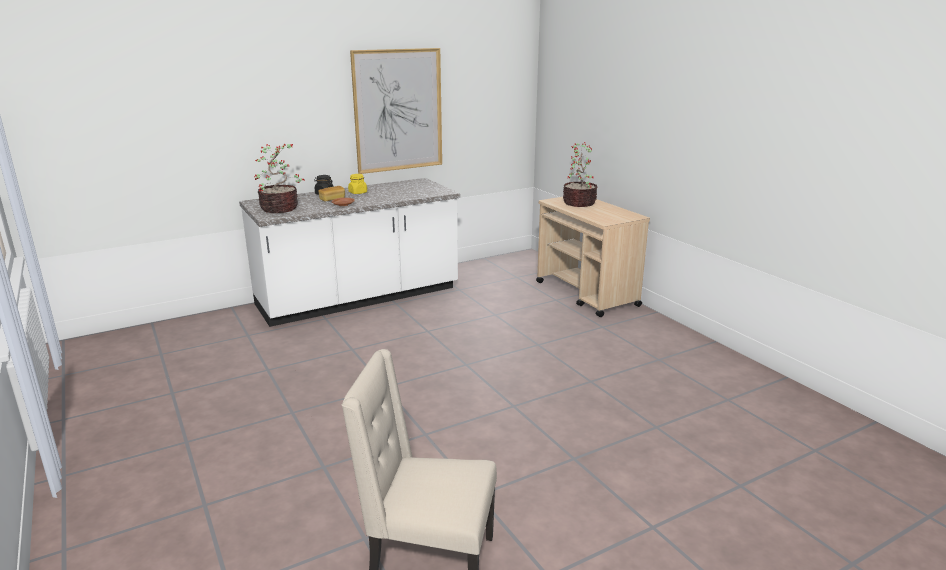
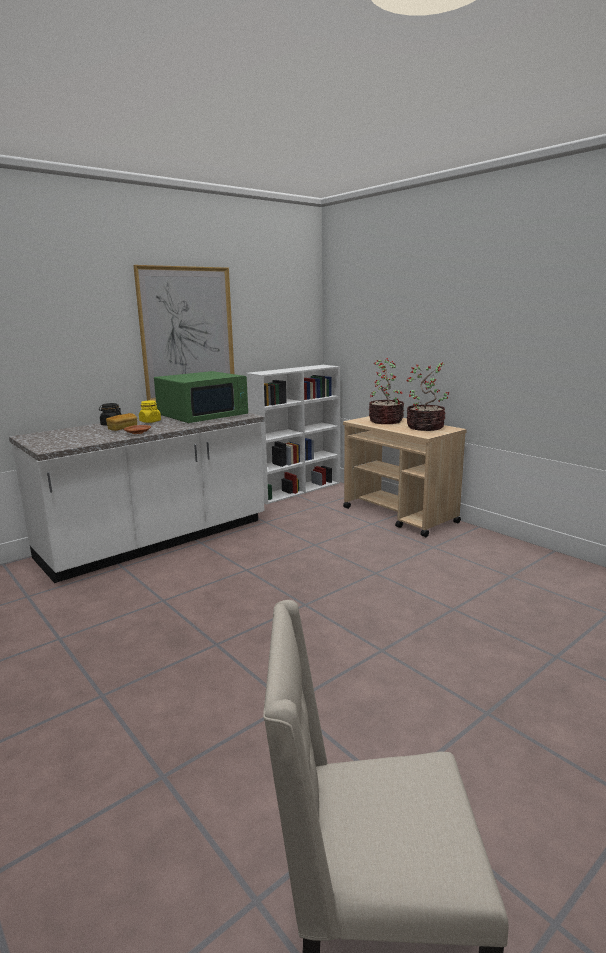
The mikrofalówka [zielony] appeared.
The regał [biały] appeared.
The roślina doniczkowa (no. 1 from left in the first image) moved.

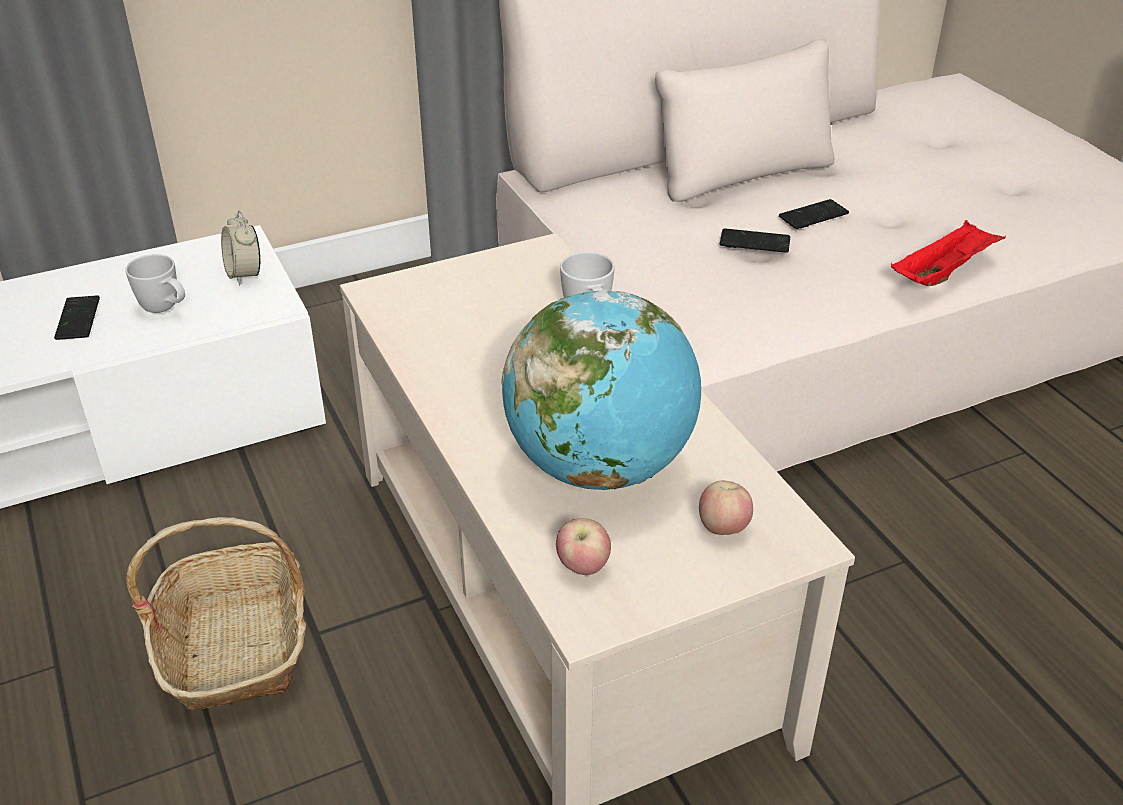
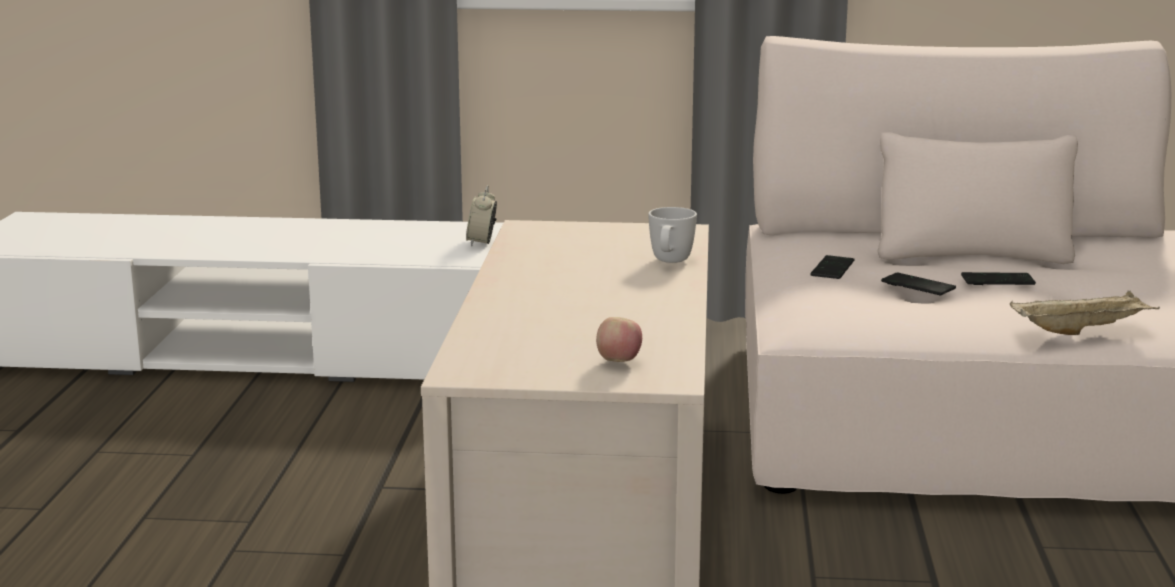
The kubek [biały] (no. 1 from left) disappeared.
The koszyk disappeared.
The globus disappeared.
The jabłko (no. 1 from left) disappeared.
The telefon (no. 1 from left) moved.
The taca [czerwony] became the taca [beżowy].

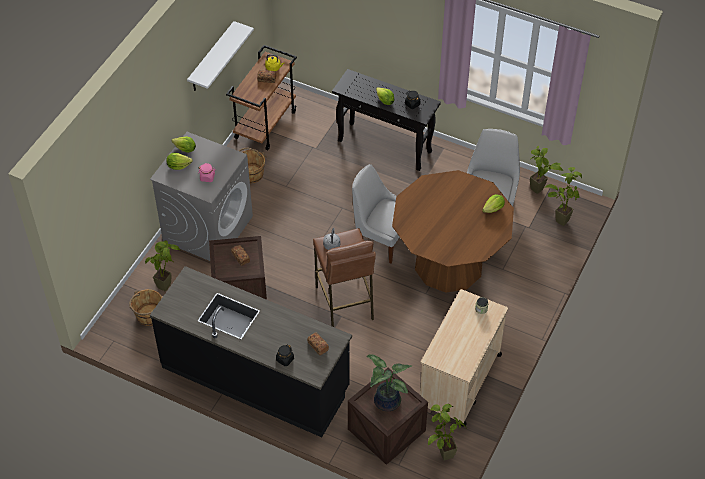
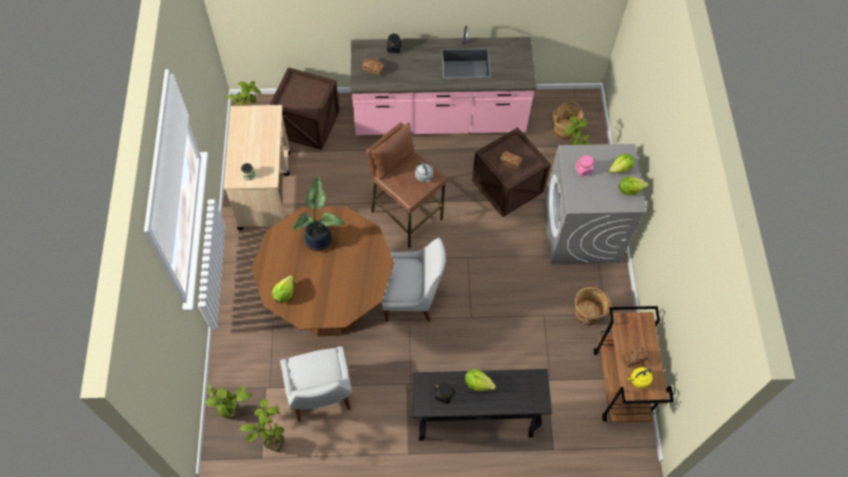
The półka [biały] disappeared.
The roślina doniczkowa (no. 2 from left in the first image) moved.
The zabudowa kuchenna [czarny] became the zabudowa kuchenna [różowy].

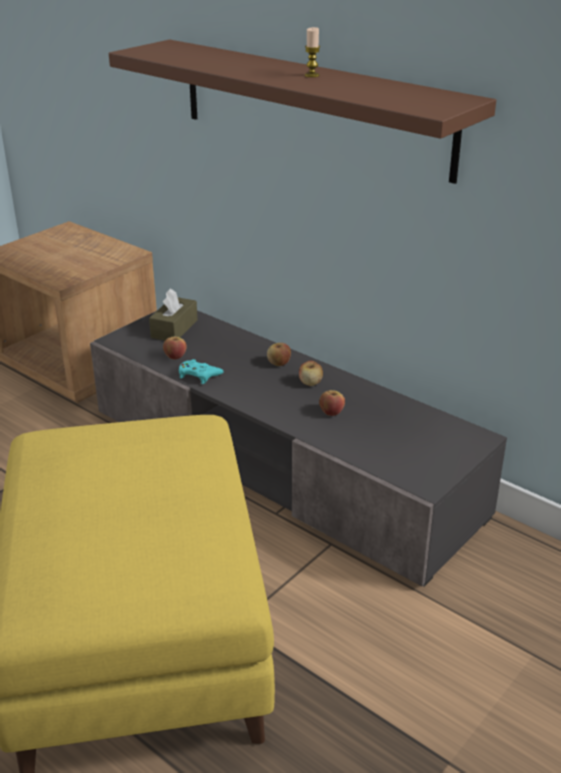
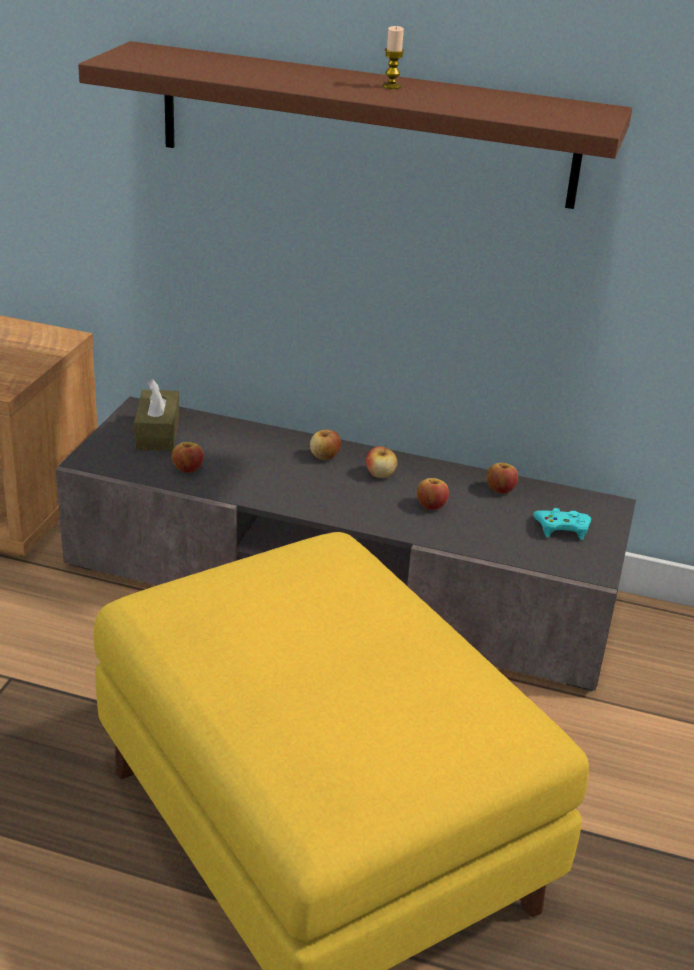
The jabłko (no. 5 from left) appeared.
The pad do gier [turkusowy] moved.

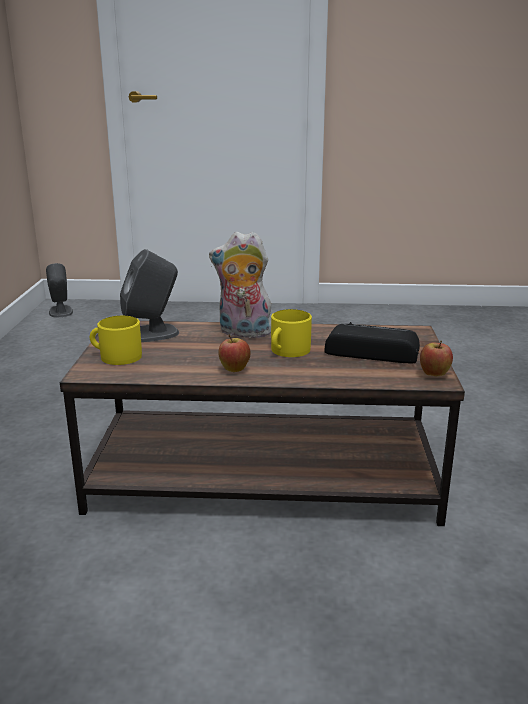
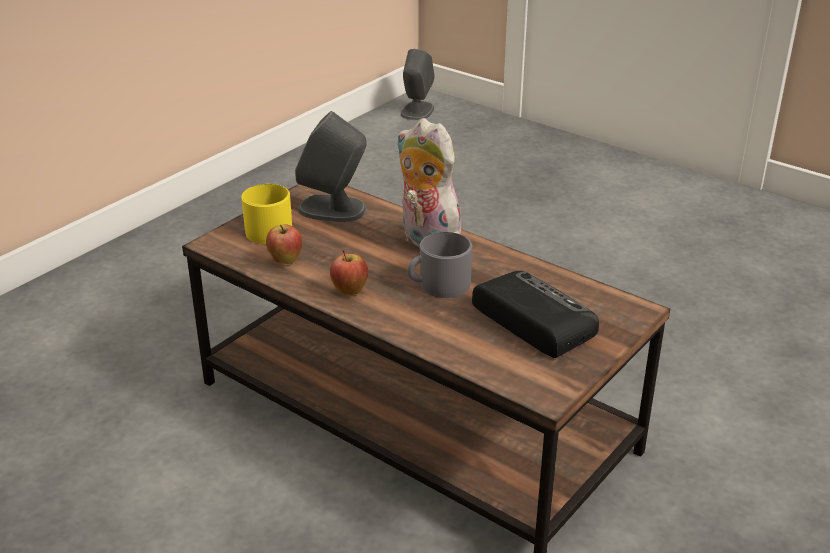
The jabłko (no. 2 from left in the first image) moved.
The kubek [żółty] (no. 2 from left) became the kubek [szary].

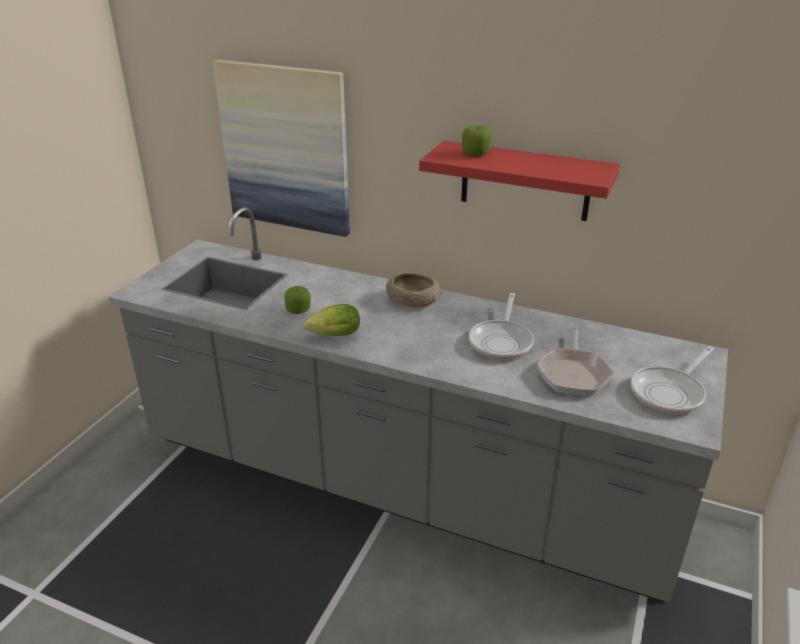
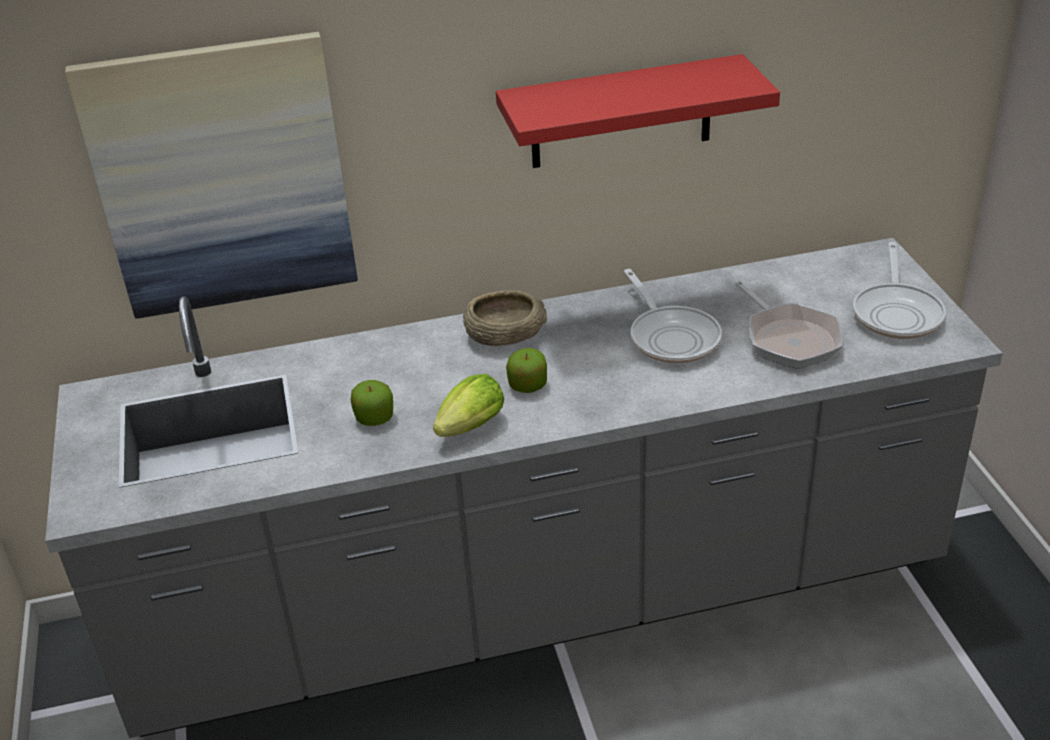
The jabłko (no. 2 from left) moved.

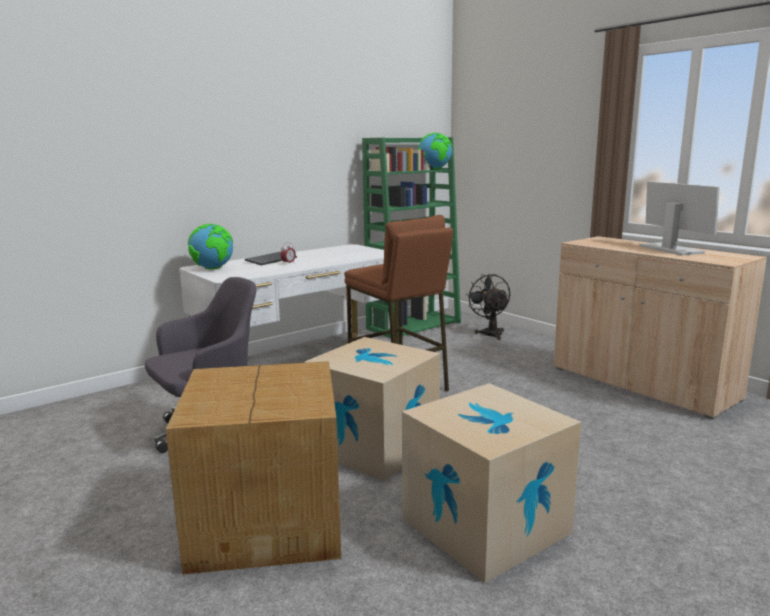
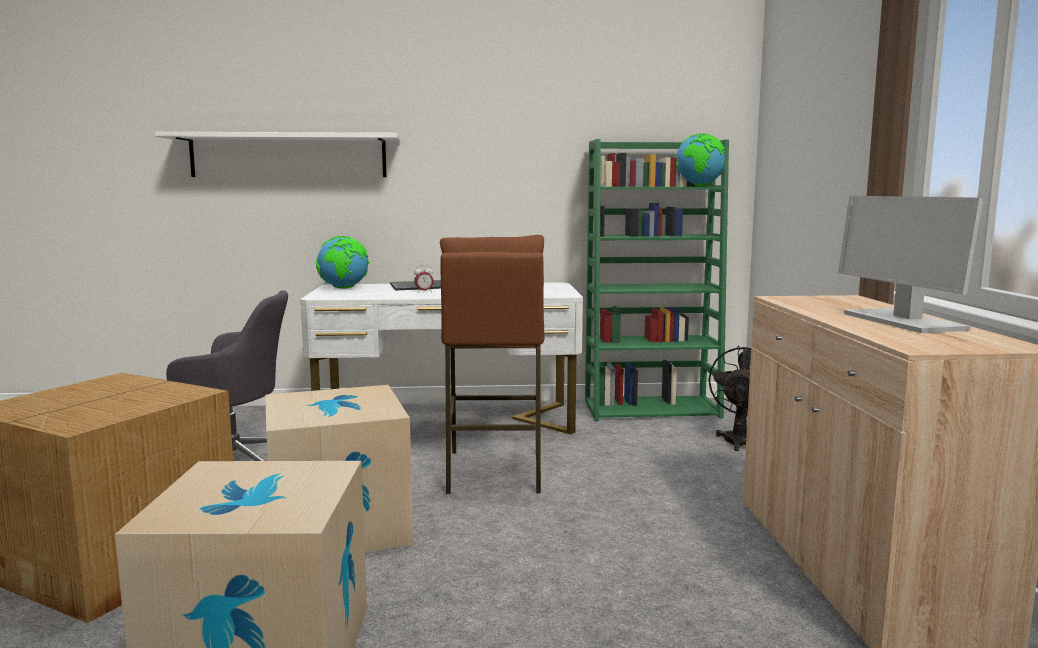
The półka [biały] appeared.
The monitor turned 150 degrees clockwise.

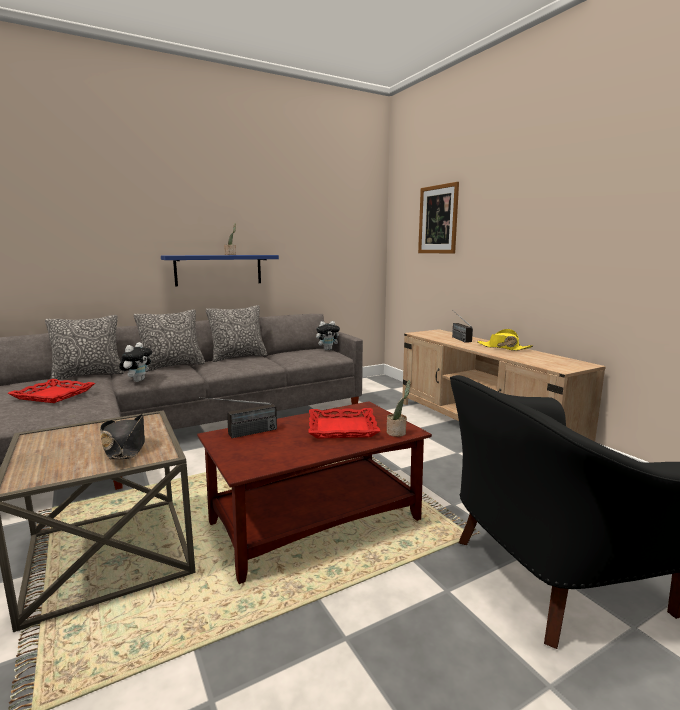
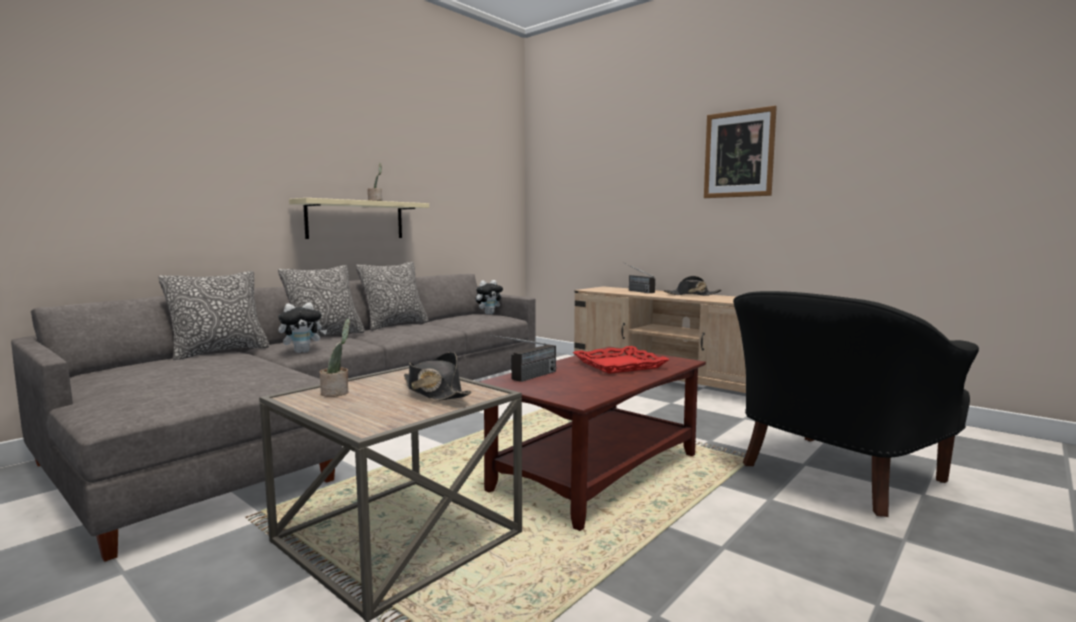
The taca [czerwony] (no. 1 from left) disappeared.
The roślina doniczkowa (no. 2 from left in the first image) moved.
The obraz moved.
The półka [niebieski] became the półka [beżowy].
The kapelusz [żółty] became the kapelusz [czarny] (no. 2 from left).
The pluszak (no. 1 from left) turned 60 degrees clockwise.

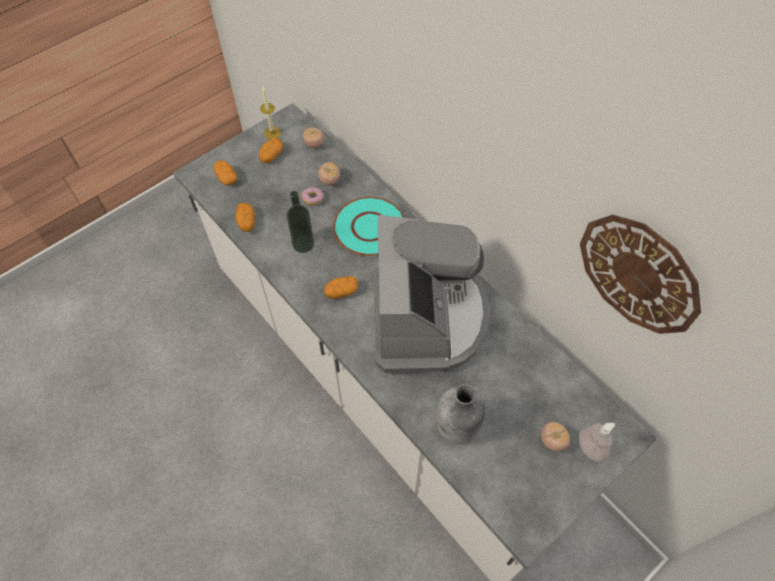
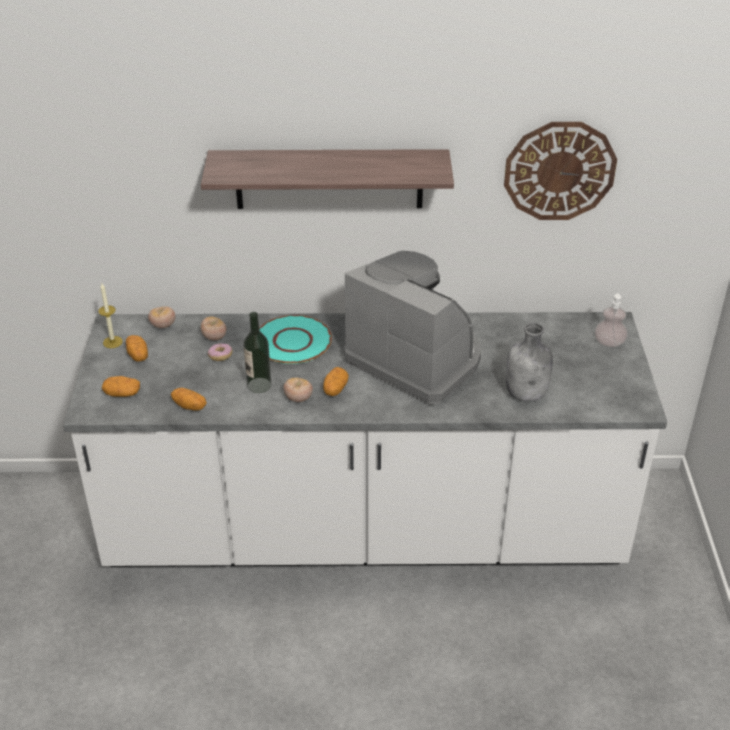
The półka appeared.
The pomidor (no. 3 from left) moved.

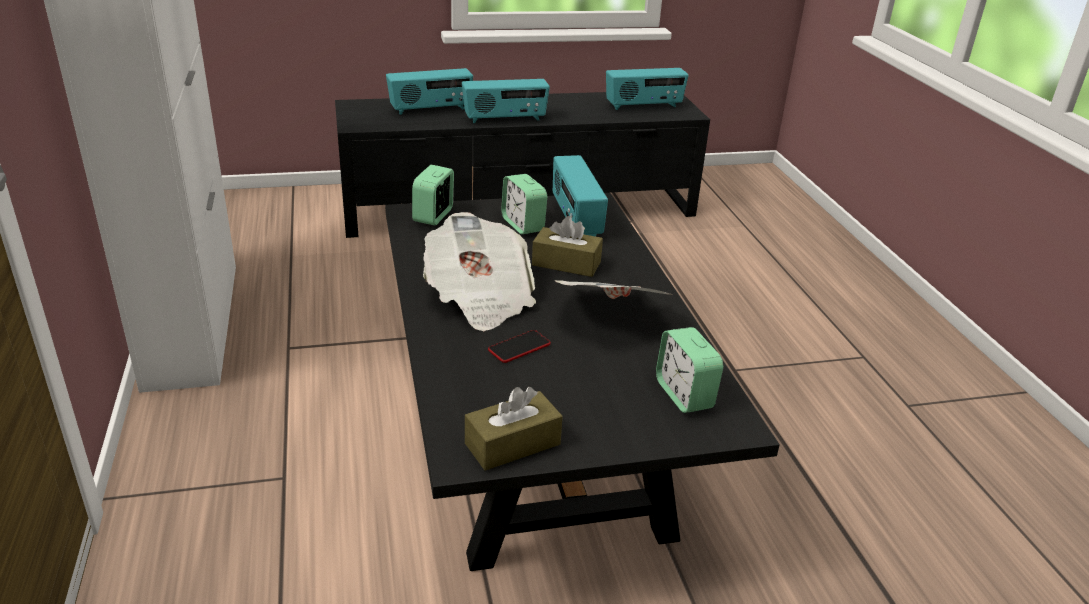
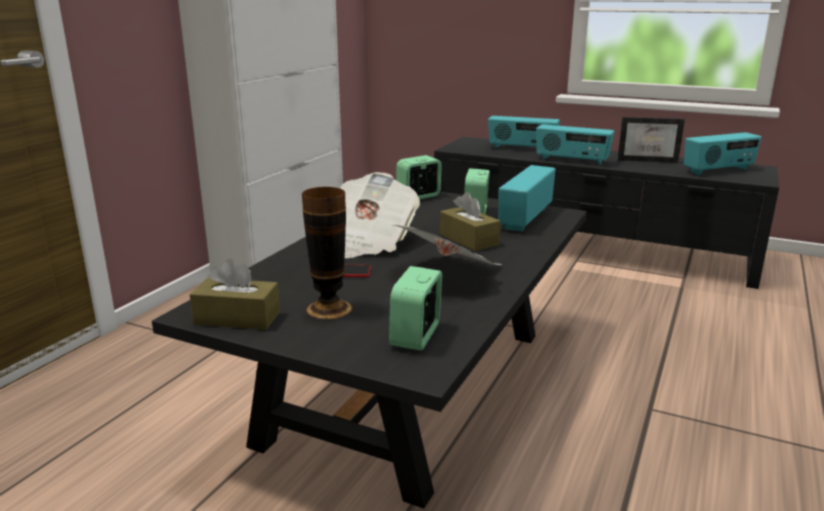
The wazon appeared.
The ramka na zdjęcie appeared.
The radio (no. 4 from left) turned 45 degrees counterclockwise.

